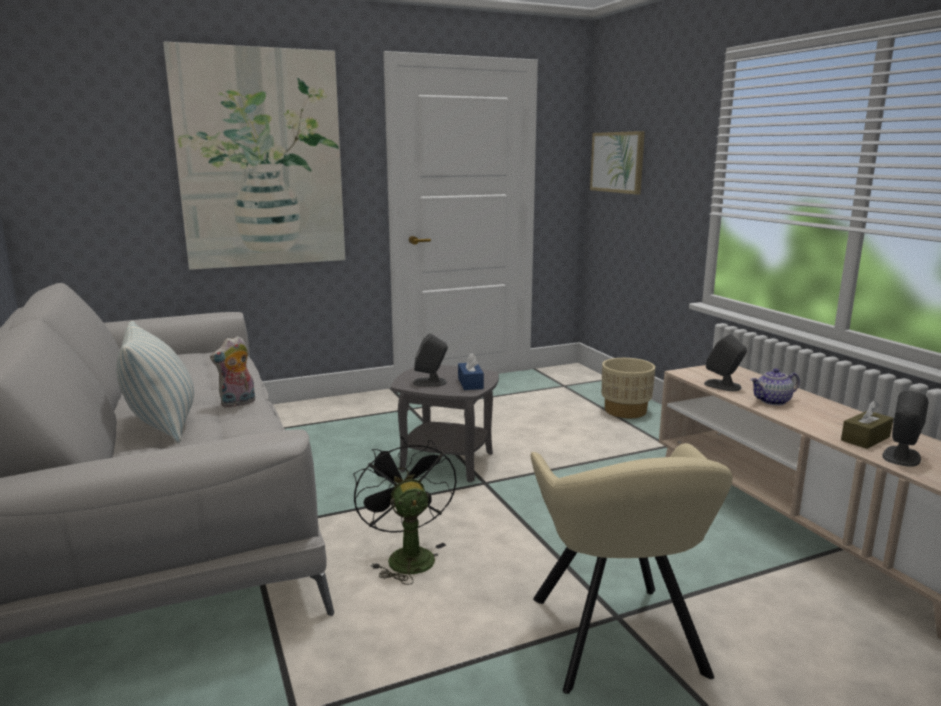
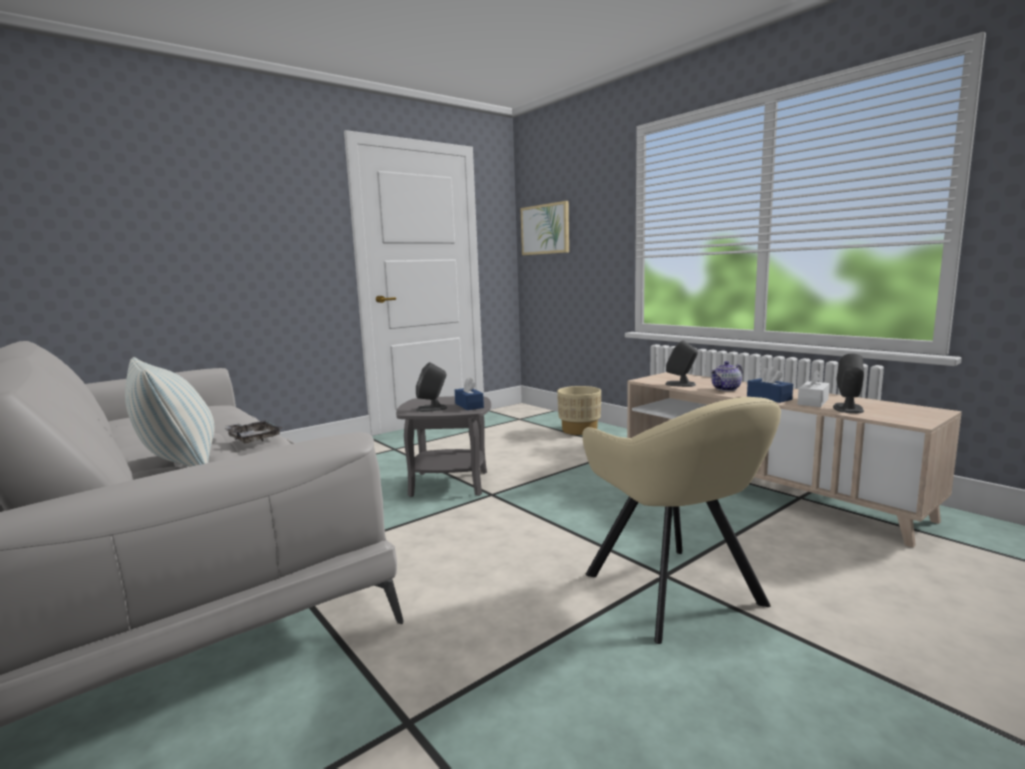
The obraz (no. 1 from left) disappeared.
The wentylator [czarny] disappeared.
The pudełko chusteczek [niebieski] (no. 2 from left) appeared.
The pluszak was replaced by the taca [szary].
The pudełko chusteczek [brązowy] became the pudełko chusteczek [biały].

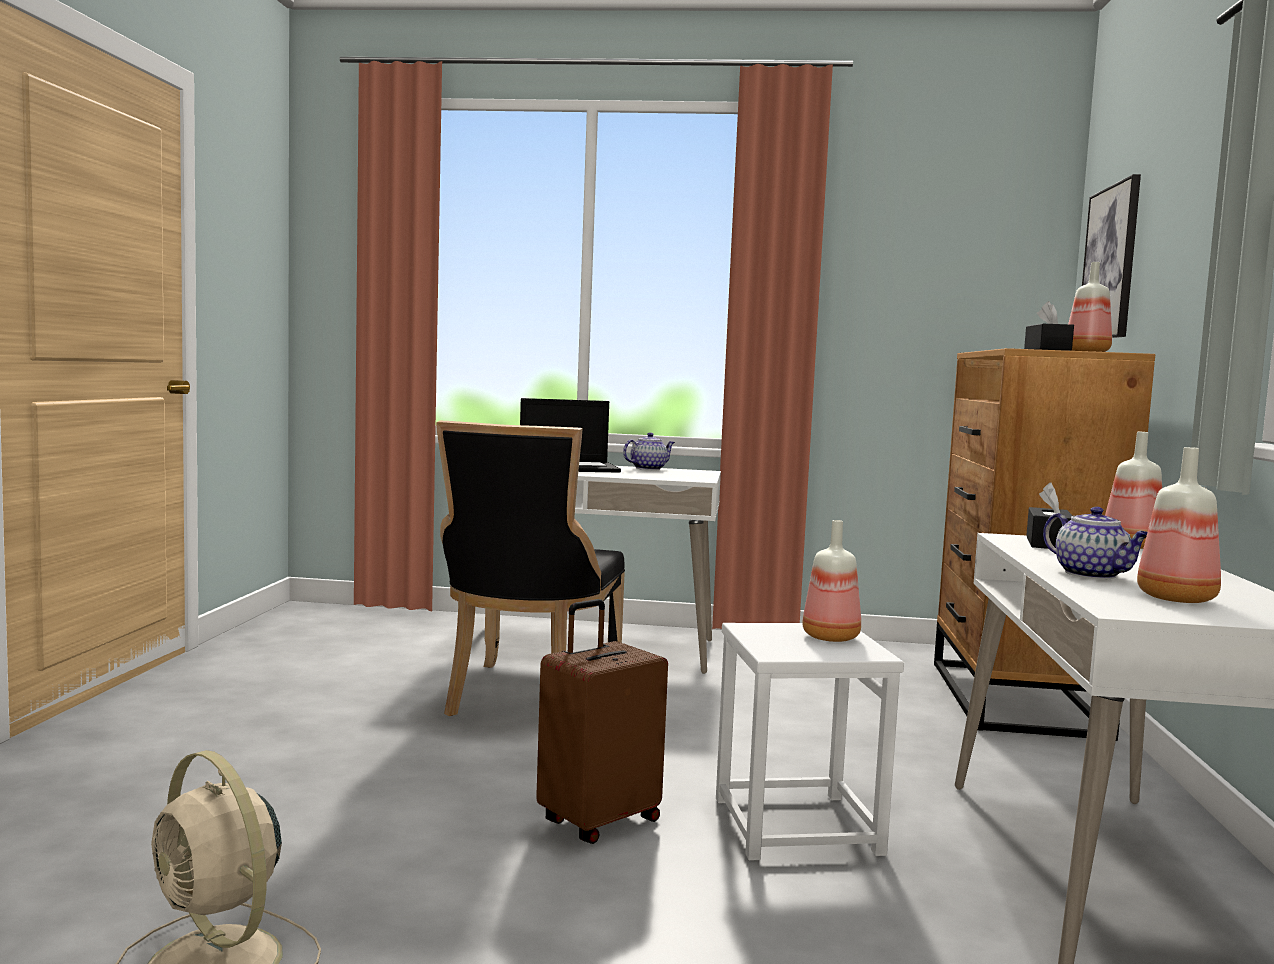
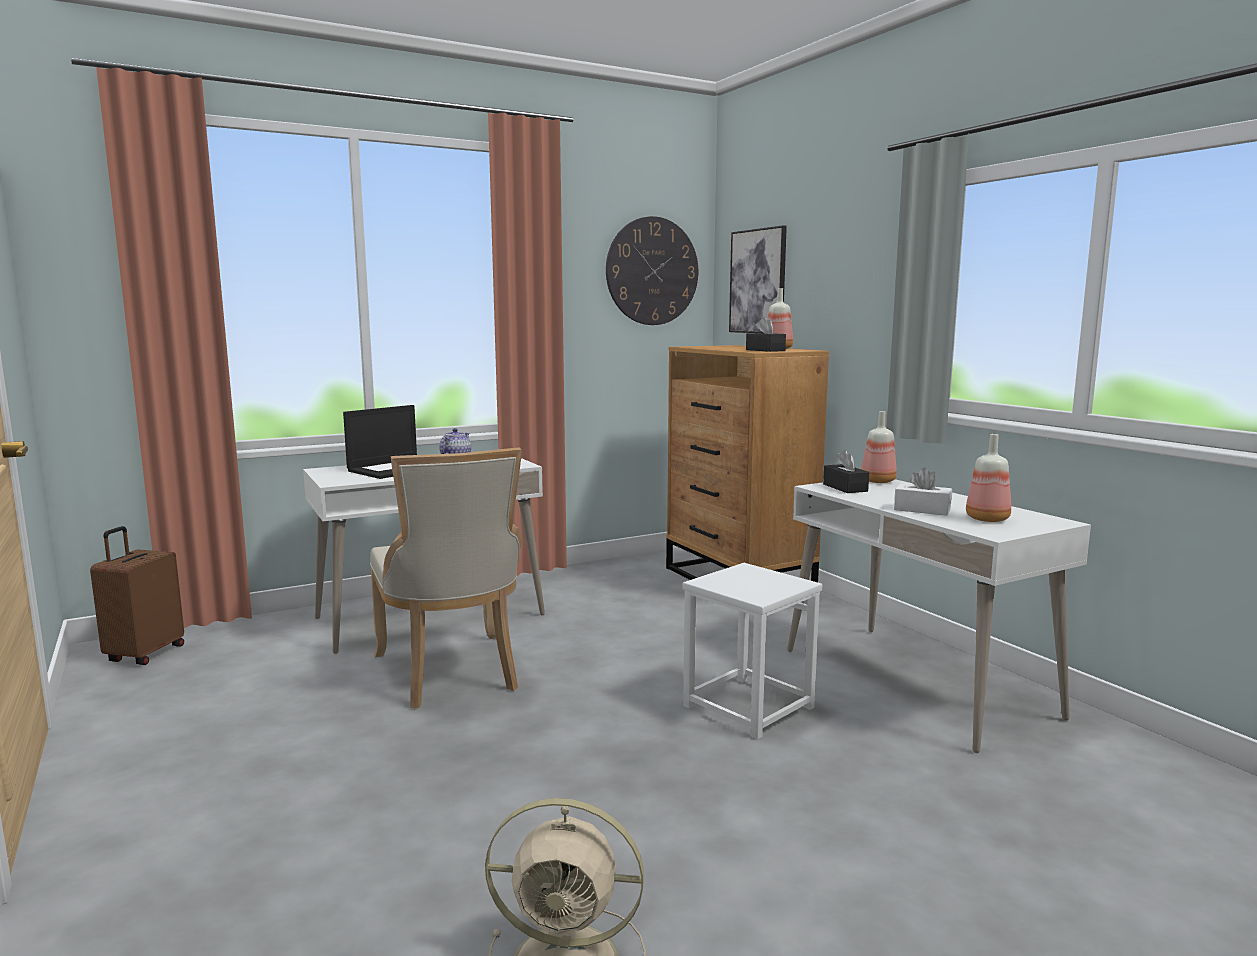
The butelka (no. 1 from left) disappeared.
The zegar ścienny appeared.
The walizka [brązowy] moved.
The imbryk (no. 2 from left) was replaced by the pudełko chusteczek [biały].
The krzesło [czarny] became the krzesło [beżowy].

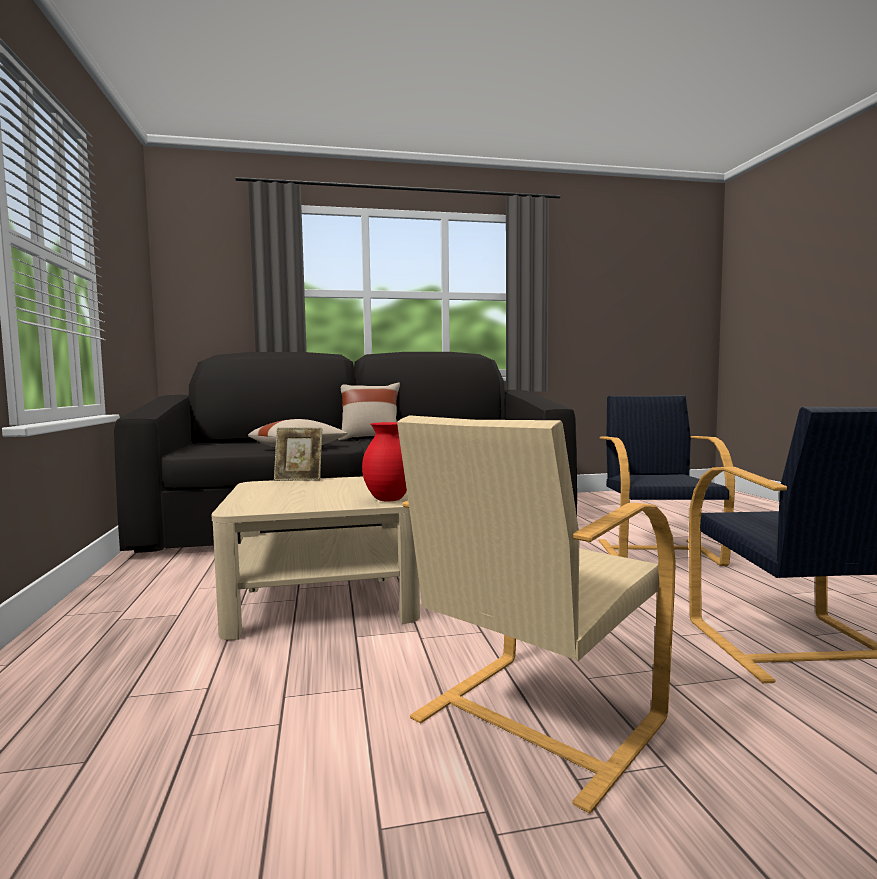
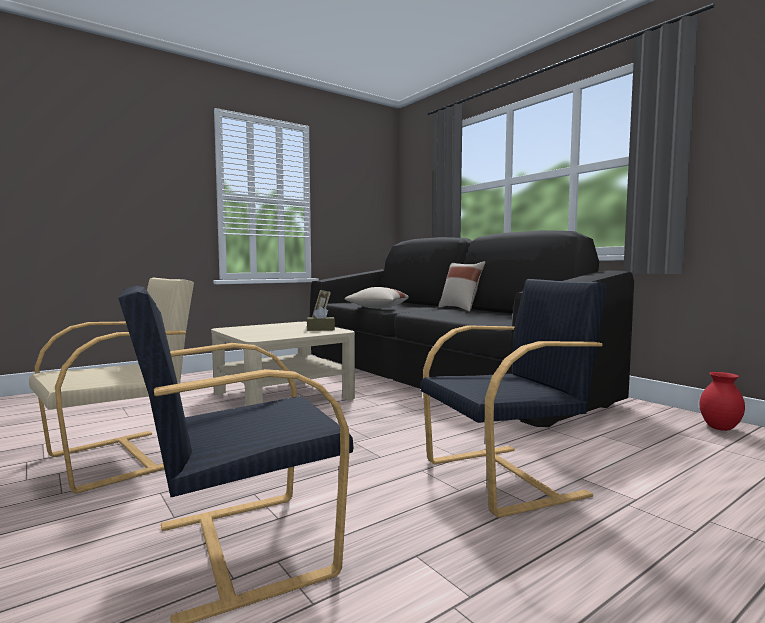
The pudełko chusteczek [brązowy] appeared.
The wazon [czerwony] moved.
The fotel [beżowy] turned 120 degrees clockwise.

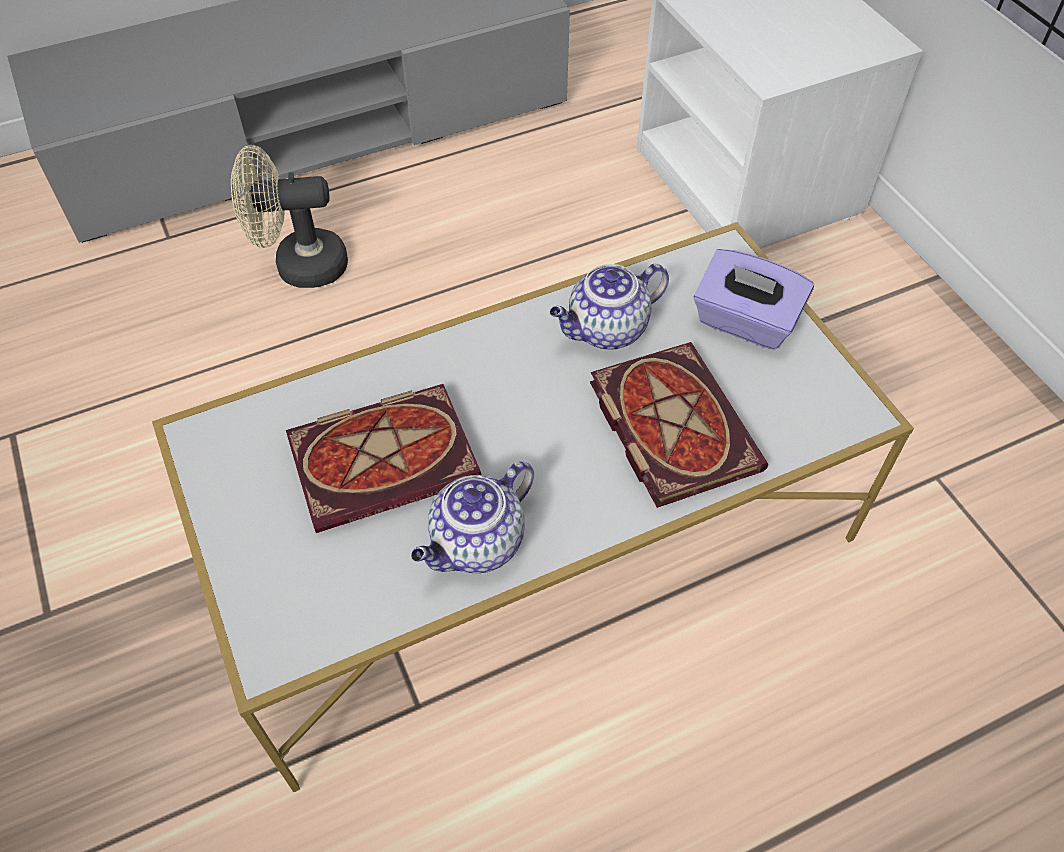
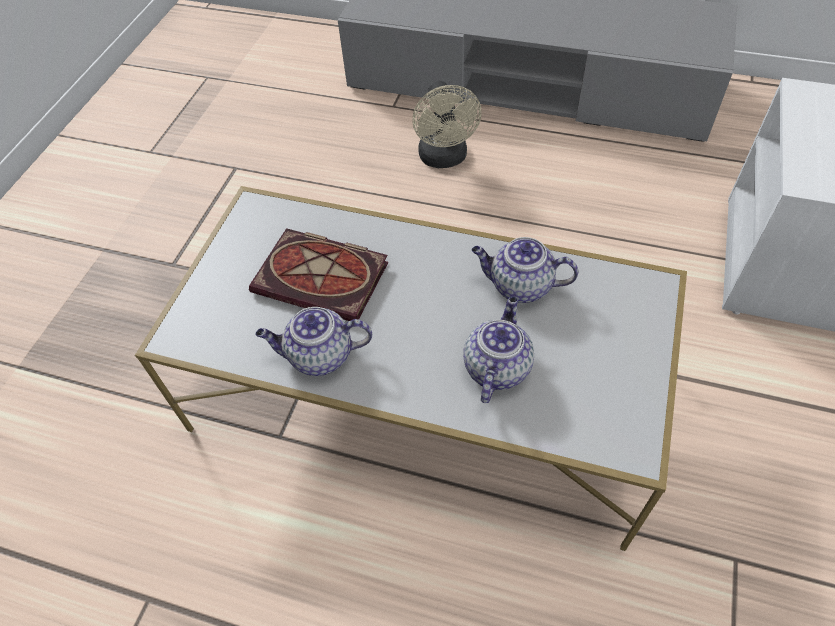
The pudełko chusteczek [fioletowy] disappeared.
The książka (no. 2 from left) was replaced by the imbryk (no. 2 from left).
The wentylator [beżowy] turned 135 degrees counterclockwise.

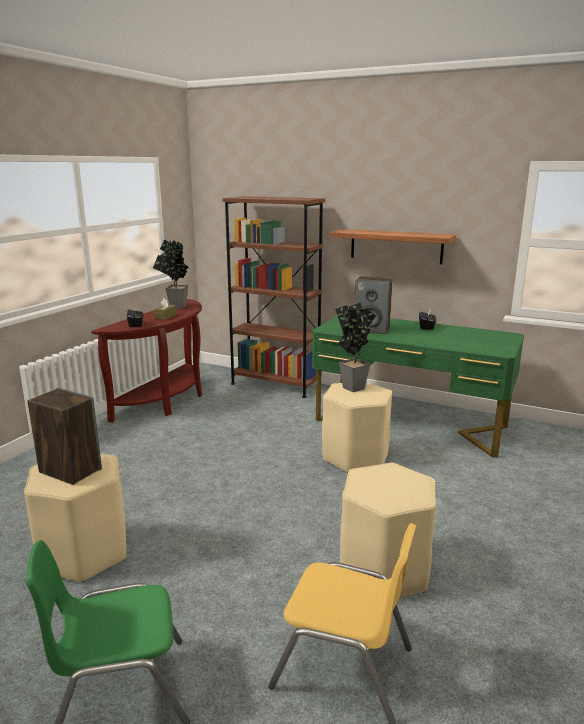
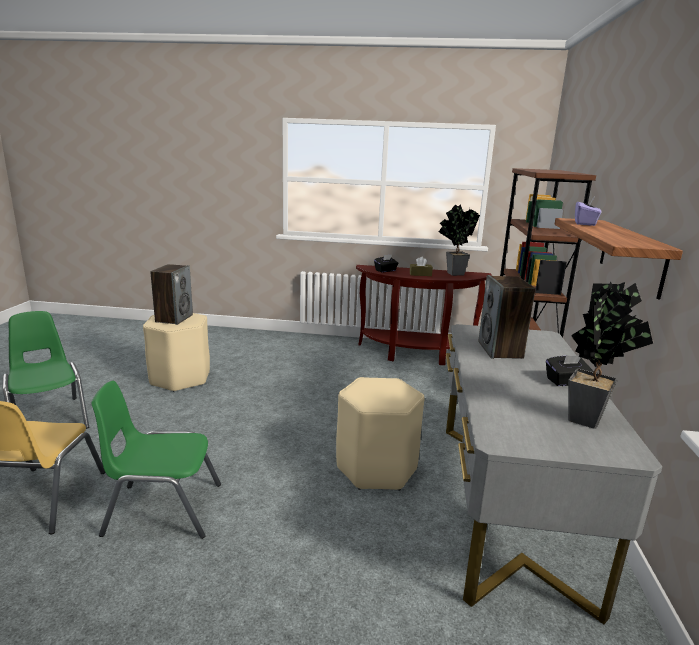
The pudełko chusteczek [fioletowy] appeared.
The roślina doniczkowa (no. 2 from left) moved.
The stołek [beżowy] (no. 3 from left) was replaced by the krzesło [zielony] (no. 2 from left).
The biurko [zielony] became the biurko [szary].

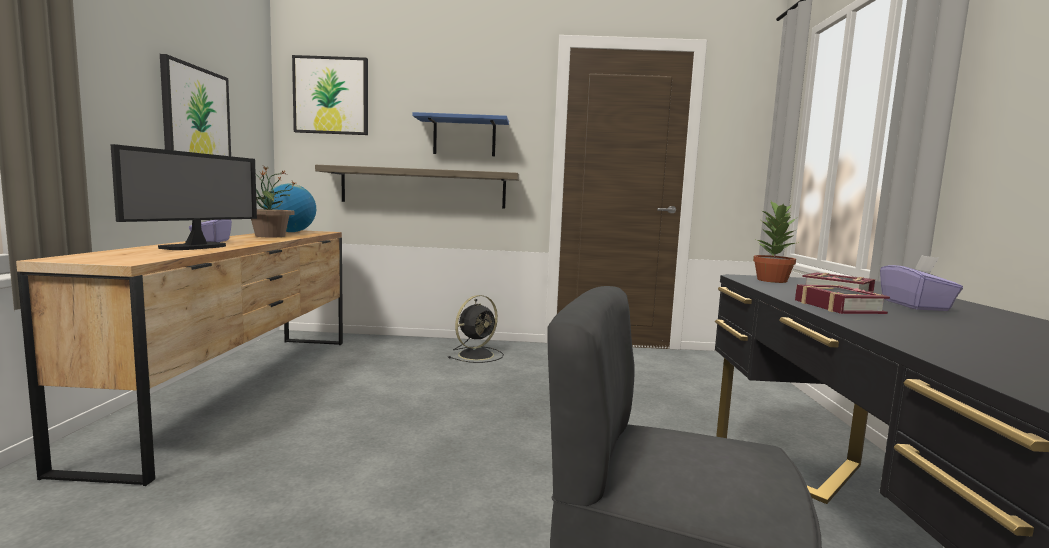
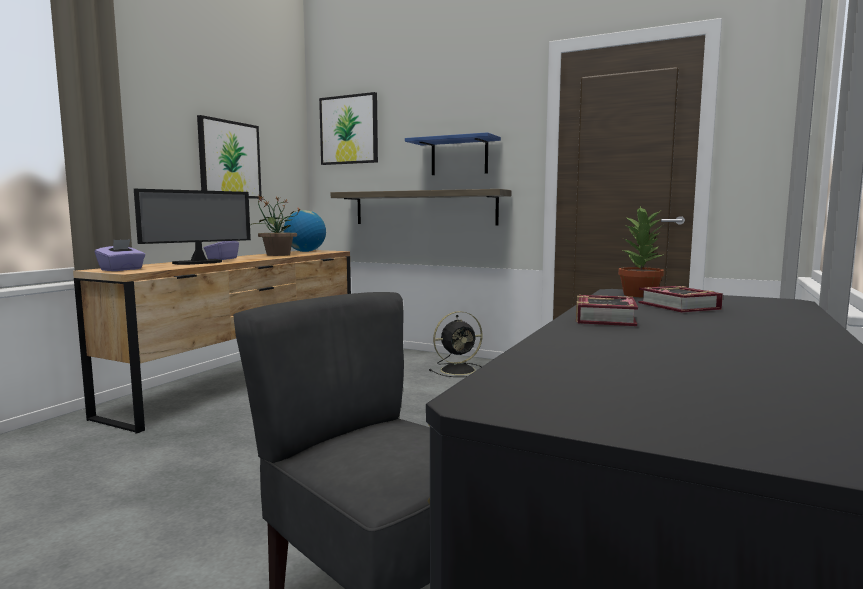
The pudełko chusteczek [fioletowy] (no. 2 from left in the first image) moved.

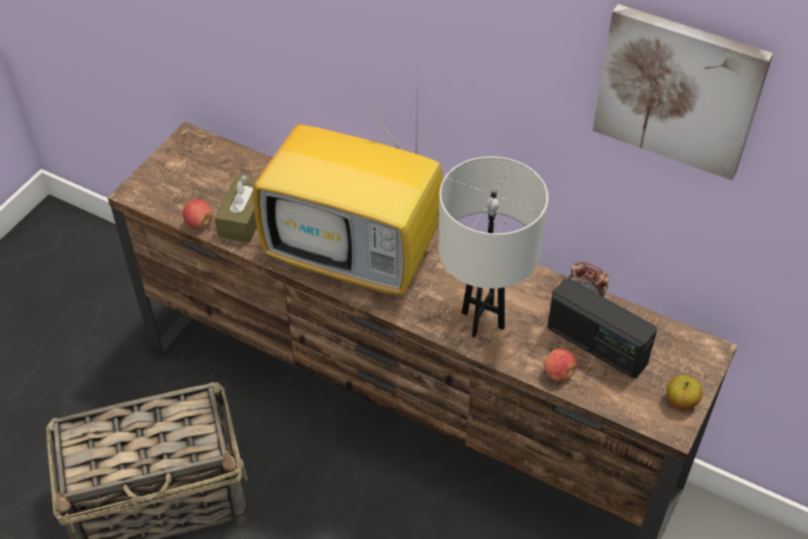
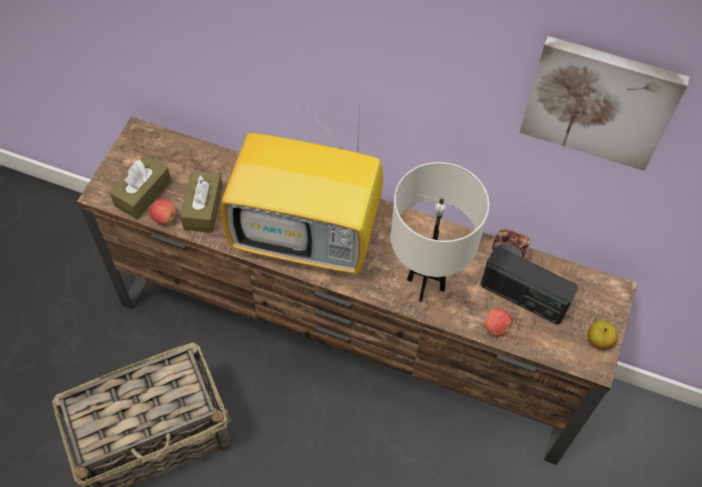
The pudełko chusteczek [brązowy] (no. 1 from left) appeared.

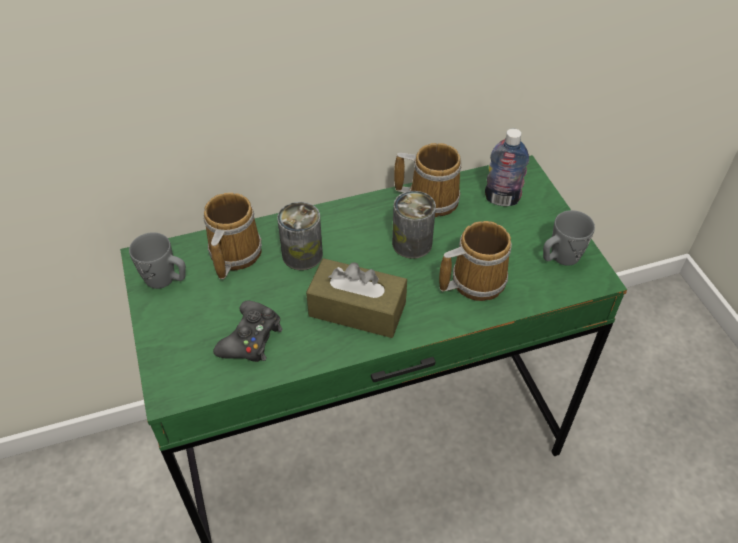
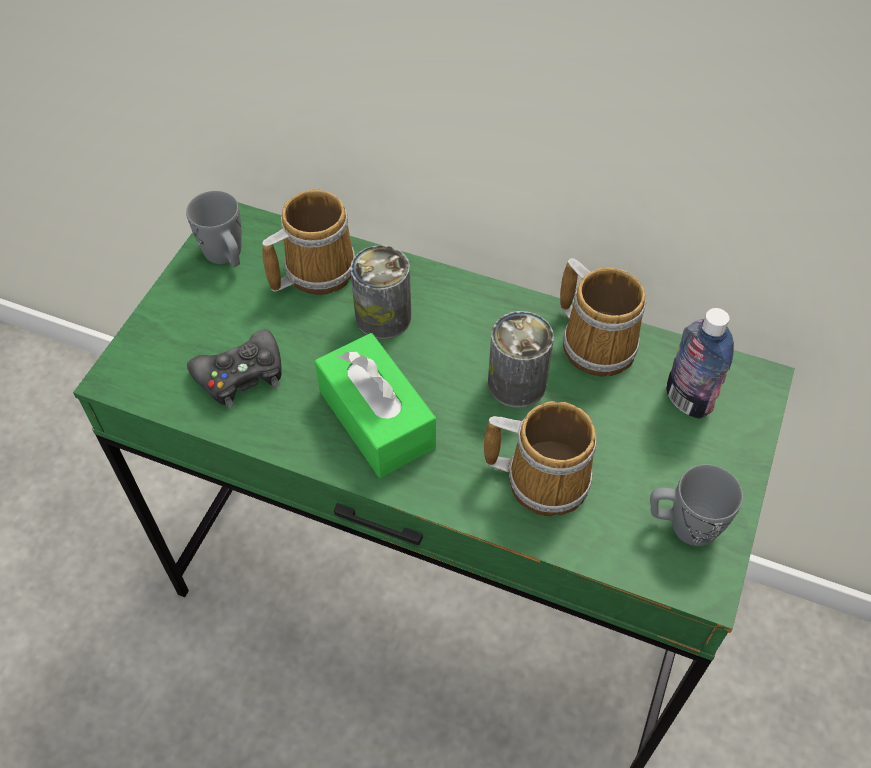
The pudełko chusteczek [brązowy] became the pudełko chusteczek [zielony].

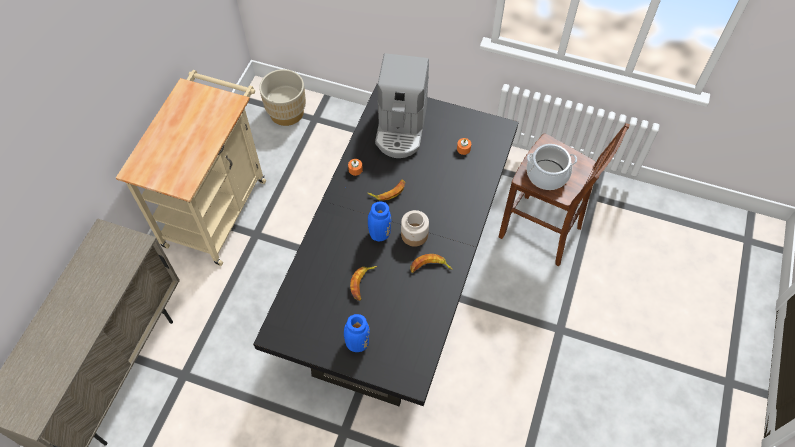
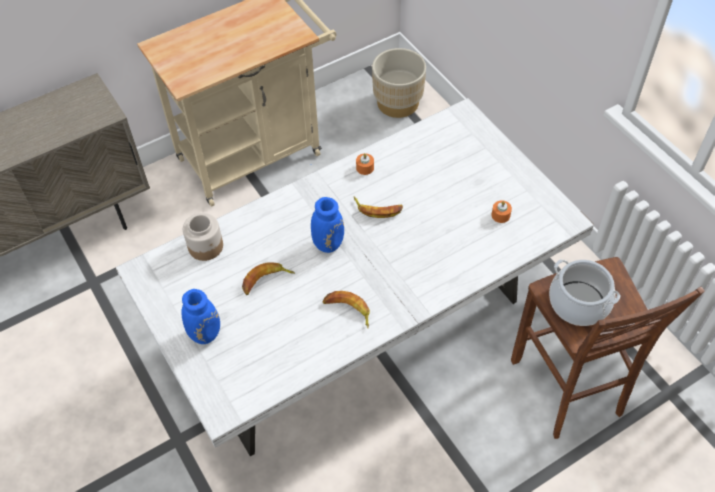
The ekspres do kawy disappeared.
The słoik moved.
The stół jadalny [czarny] became the stół jadalny [biały].

